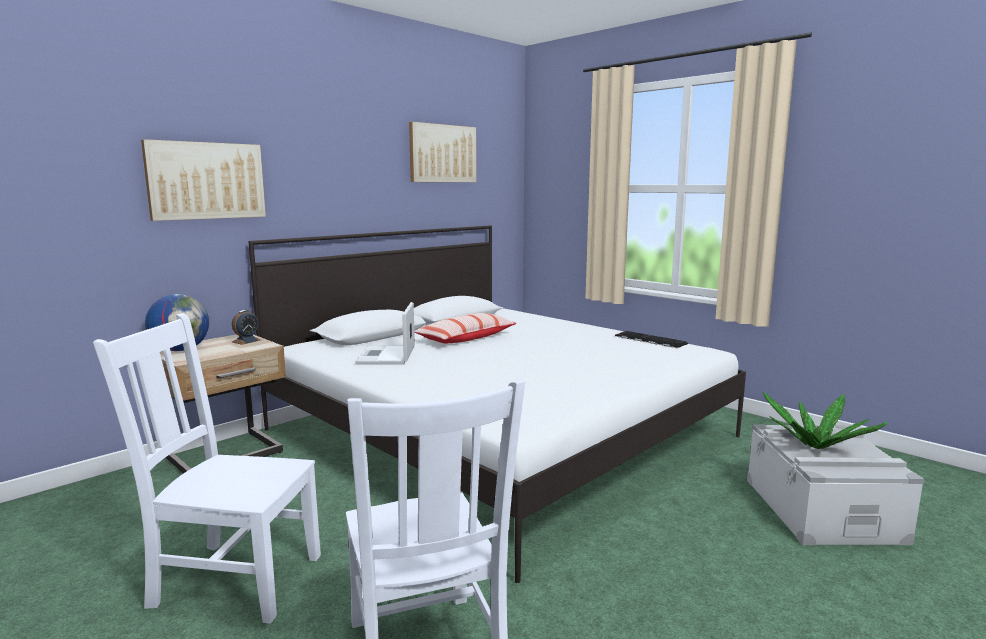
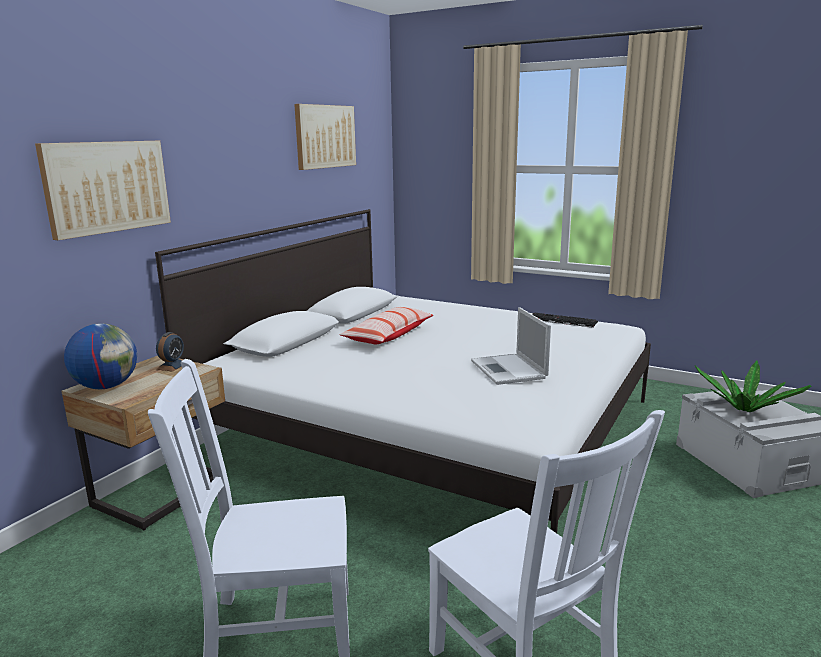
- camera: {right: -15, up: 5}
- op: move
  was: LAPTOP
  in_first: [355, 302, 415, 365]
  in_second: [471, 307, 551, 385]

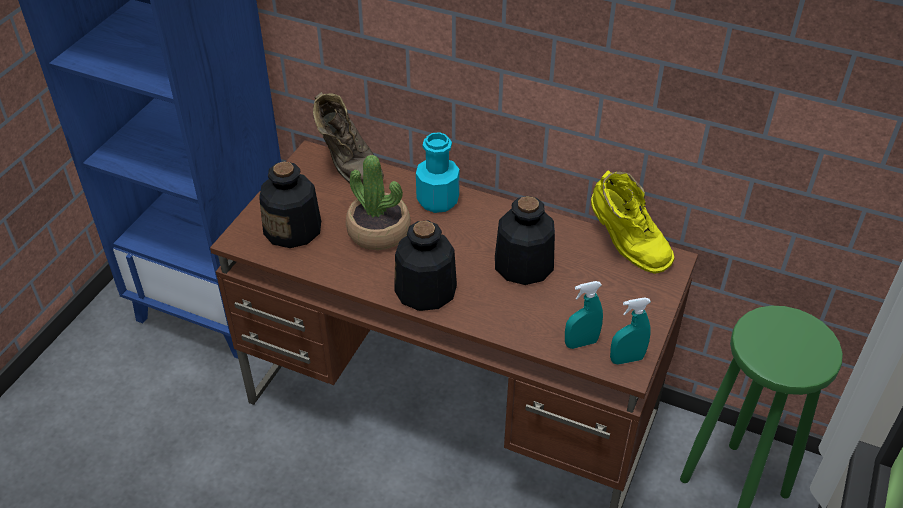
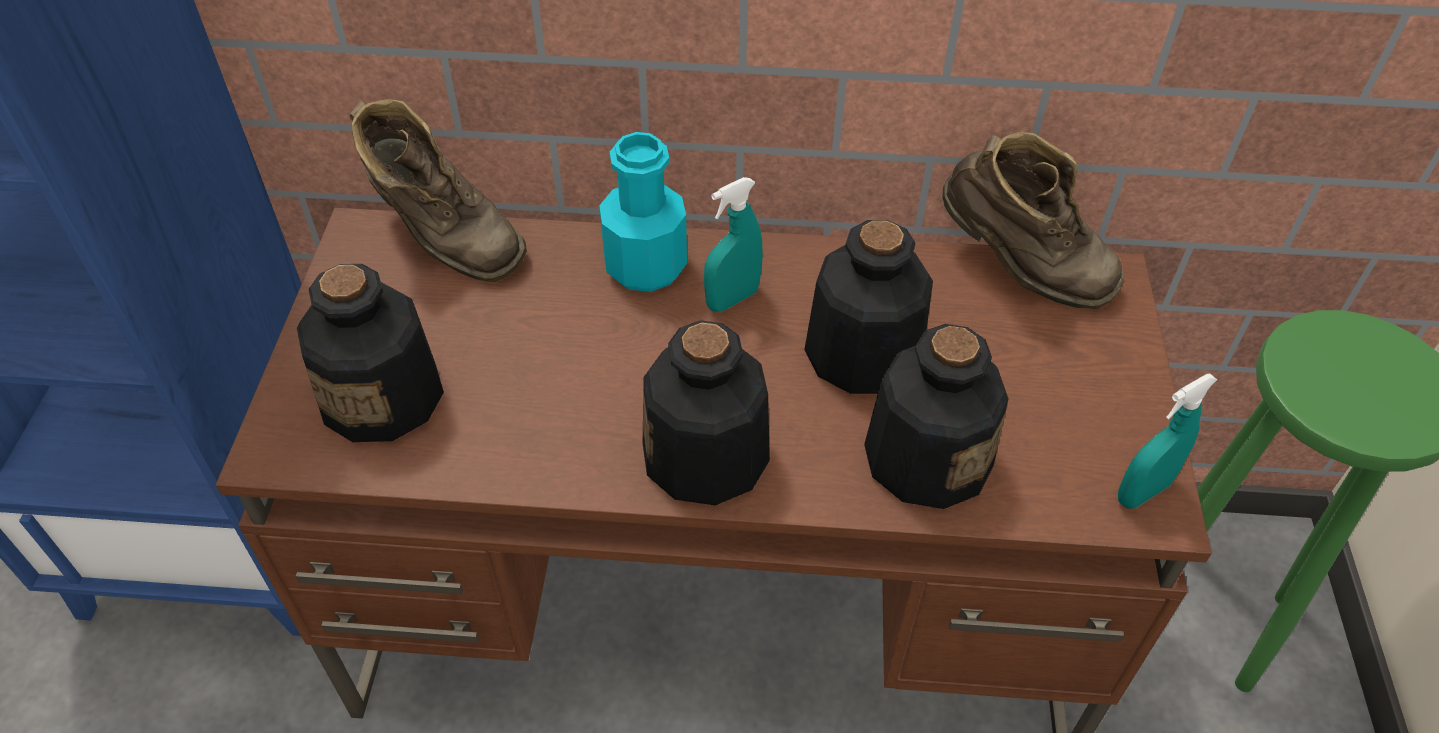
- camera: {right: -20, up: 5}
- op: delete
  was: POTTED PLANT
  in_first: [346, 155, 410, 250]
- op: move
  was: TURQUOISE SPRAY BOTTLE
  in_first: [565, 281, 603, 349]
  in_second: [704, 177, 763, 312]
- op: recolor
  was: YELLOW BOOT
  now: BROWN BOOT
  in_first: [591, 171, 674, 274]
  in_second: [942, 132, 1123, 309]
- op: insert
  now: BOTTLE
  in_second: [864, 324, 1009, 509]

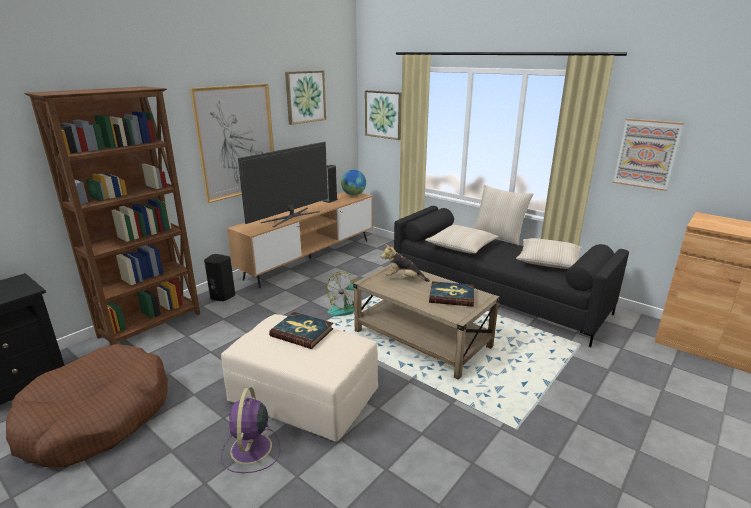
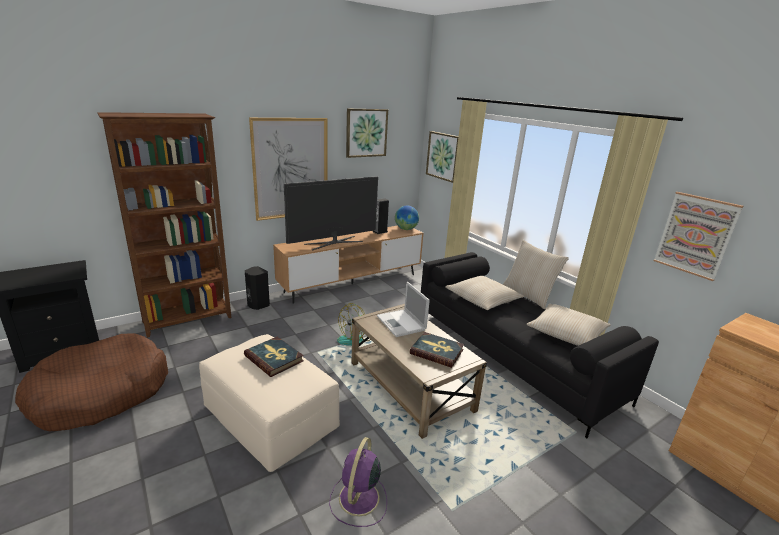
- camera: {right: 15, up: 0}
- op: move
  was: PURPLE FAN
  in_first: [221, 387, 281, 473]
  in_second: [329, 437, 387, 527]
- op: replace
  was: PLUSH TOY
  now: LAPTOP
  in_first: [381, 244, 430, 282]
  in_second: [377, 282, 430, 337]

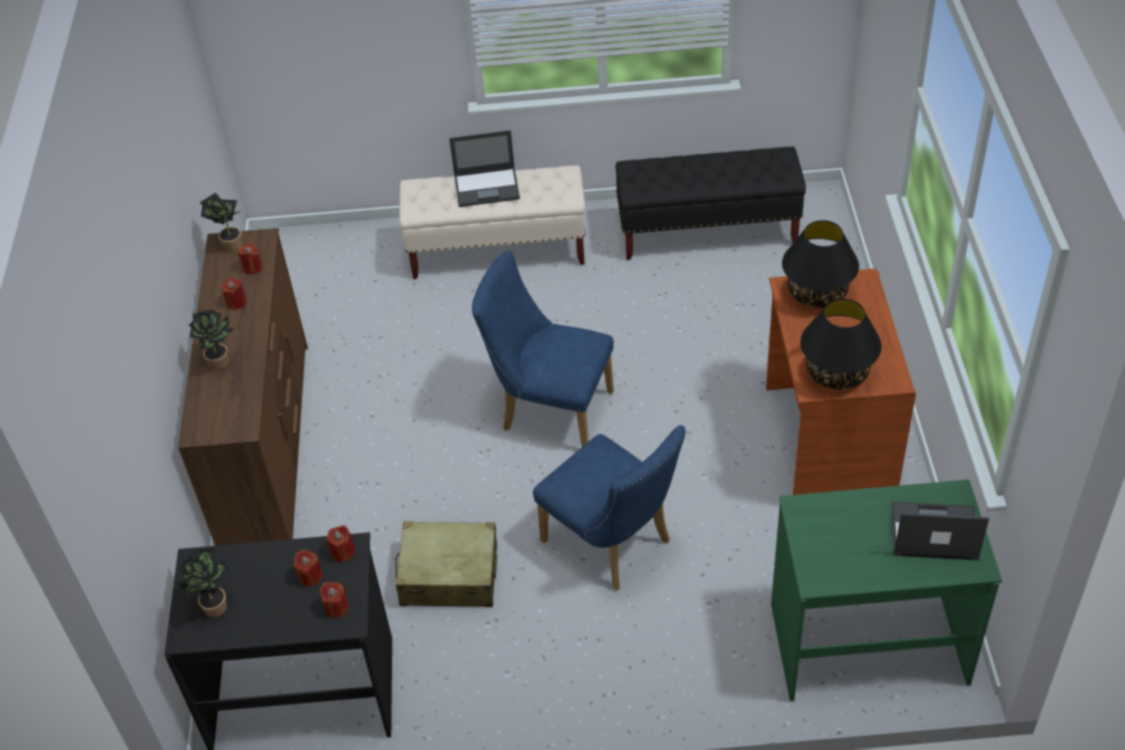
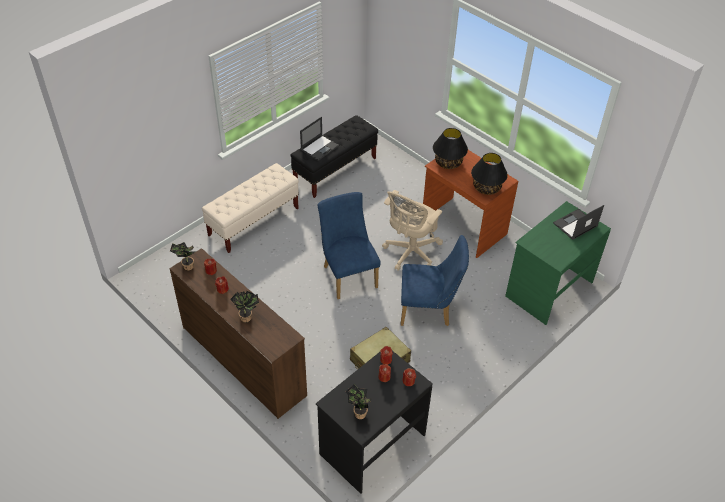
- camera: {right: -45, up: 0}
- op: move
  was: LAPTOP
  in_first: [449, 130, 520, 207]
  in_second: [300, 117, 339, 161]
- op: rotate
  was: BLUE CHAIR
  in_first: [472, 250, 614, 447]
  in_second: [318, 192, 381, 299]
  clockwise: 90
- op: insert
  now: BEIGE OFFICE CHAIR
  in_second: [382, 190, 443, 271]

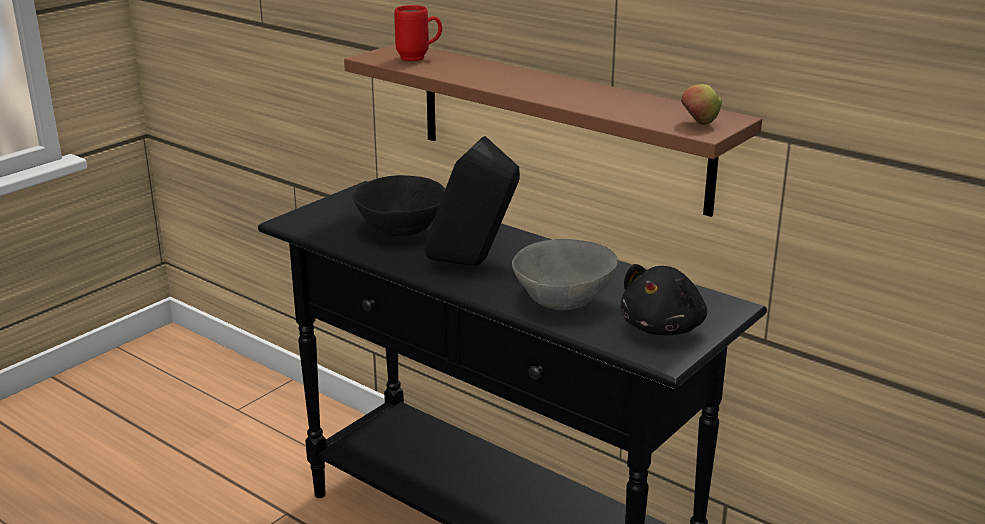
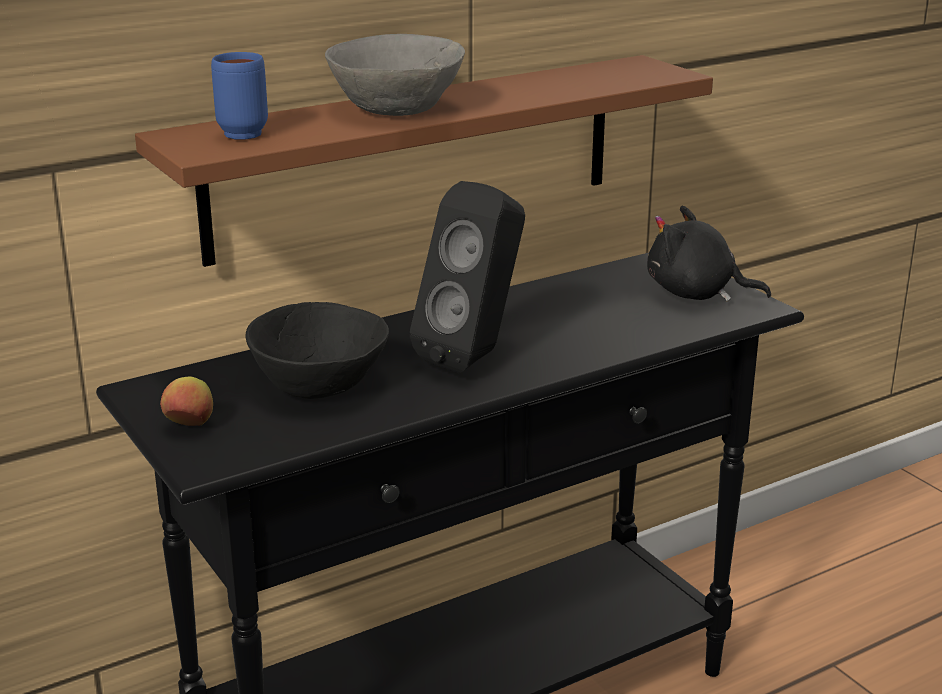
- camera: {right: -70, up: 0}
- op: recolor
  was: RED MUG
  now: BLUE MUG
  in_first: [394, 5, 442, 61]
  in_second: [211, 52, 268, 140]
- op: move
  was: GREY BOWL
  in_first: [512, 239, 618, 310]
  in_second: [325, 34, 465, 116]
- op: rotate
  was: BLACK PLUSH TOY
  in_first: [620, 264, 707, 335]
  in_second: [647, 206, 771, 302]
  clockwise: 150
- op: move
  was: APPLE
  in_first: [681, 84, 722, 125]
  in_second: [160, 376, 213, 426]

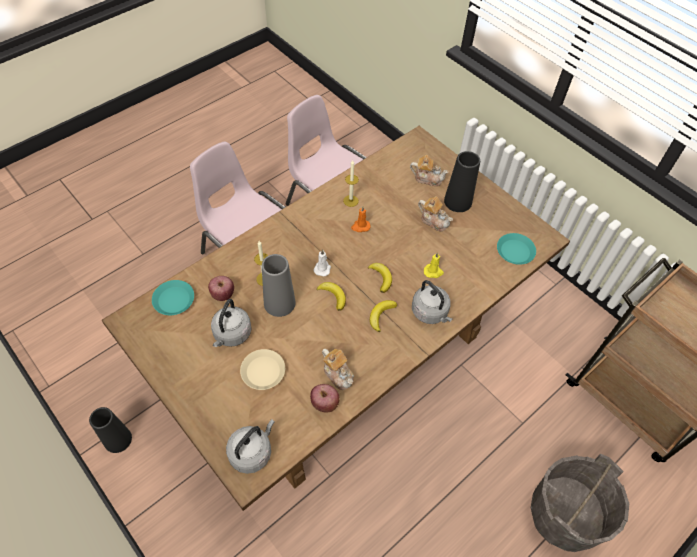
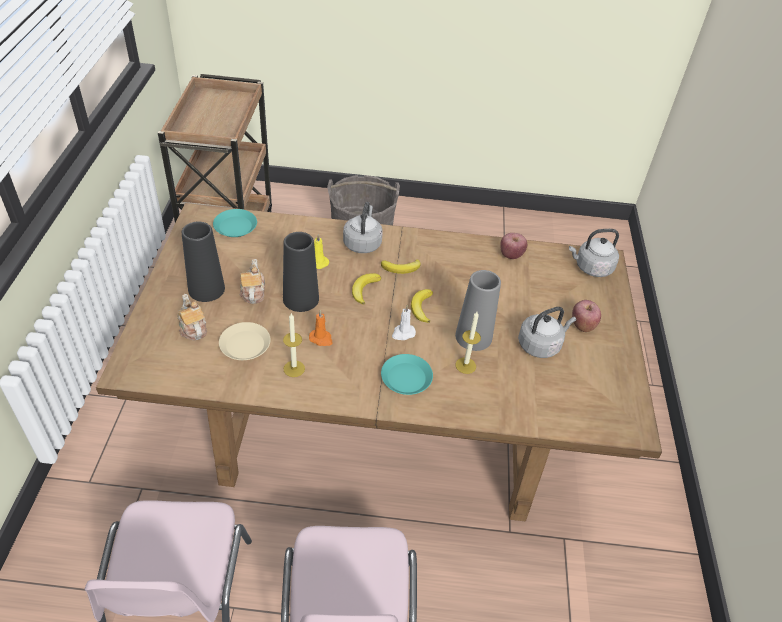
- camera: {right: -135, up: -10}
- op: move
  was: BLACK VASE
  in_first: [89, 407, 132, 453]
  in_second: [283, 232, 319, 312]
- op: move
  was: TURQUOISE PLATE
  in_first: [152, 280, 194, 315]
  in_second: [381, 354, 433, 395]
- op: move
  was: APPLE
  in_first: [208, 276, 234, 301]
  in_second: [572, 300, 601, 332]
- op: move
  was: BEIGE PLATE
  in_first: [240, 349, 285, 390]
  in_second: [219, 322, 271, 360]
- op: delete
  was: TEAPOT
  in_first: [322, 349, 354, 390]

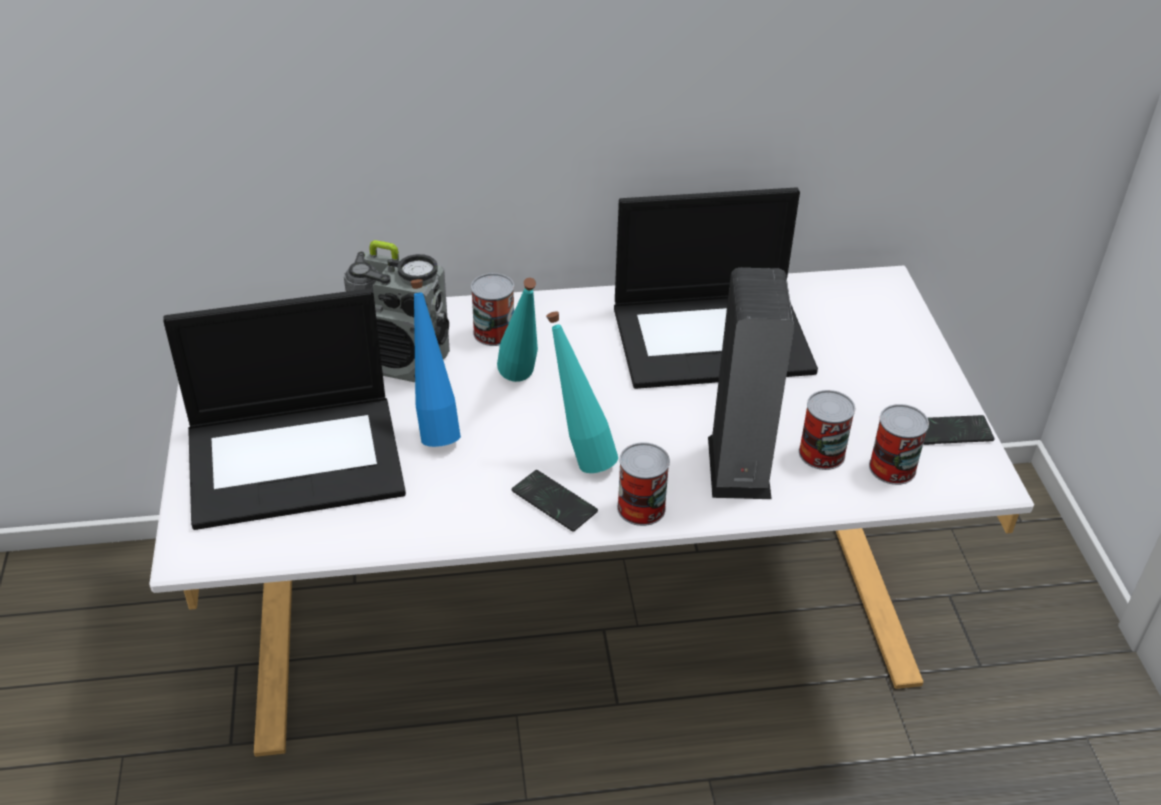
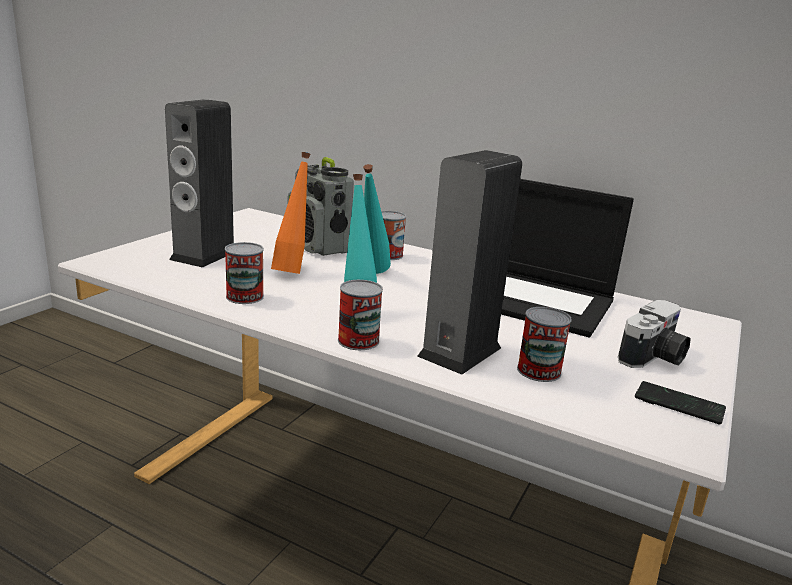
- camera: {right: 35, up: -20}
- op: replace
  was: LAPTOP
  now: SPEAKER
  in_first: [163, 288, 406, 530]
  in_second: [165, 99, 234, 268]
- op: recolor
  was: BLUE BOTTLE
  now: ORANGE BOTTLE
  in_first: [410, 279, 461, 447]
  in_second: [271, 152, 310, 274]
- op: delete
  was: PHONE
  in_first: [512, 470, 598, 531]
- op: move
  was: CAN
  in_first: [869, 404, 929, 485]
  in_second: [225, 242, 264, 304]
- op: insert
  now: PHOTO CAMERA
  in_second: [618, 300, 691, 368]

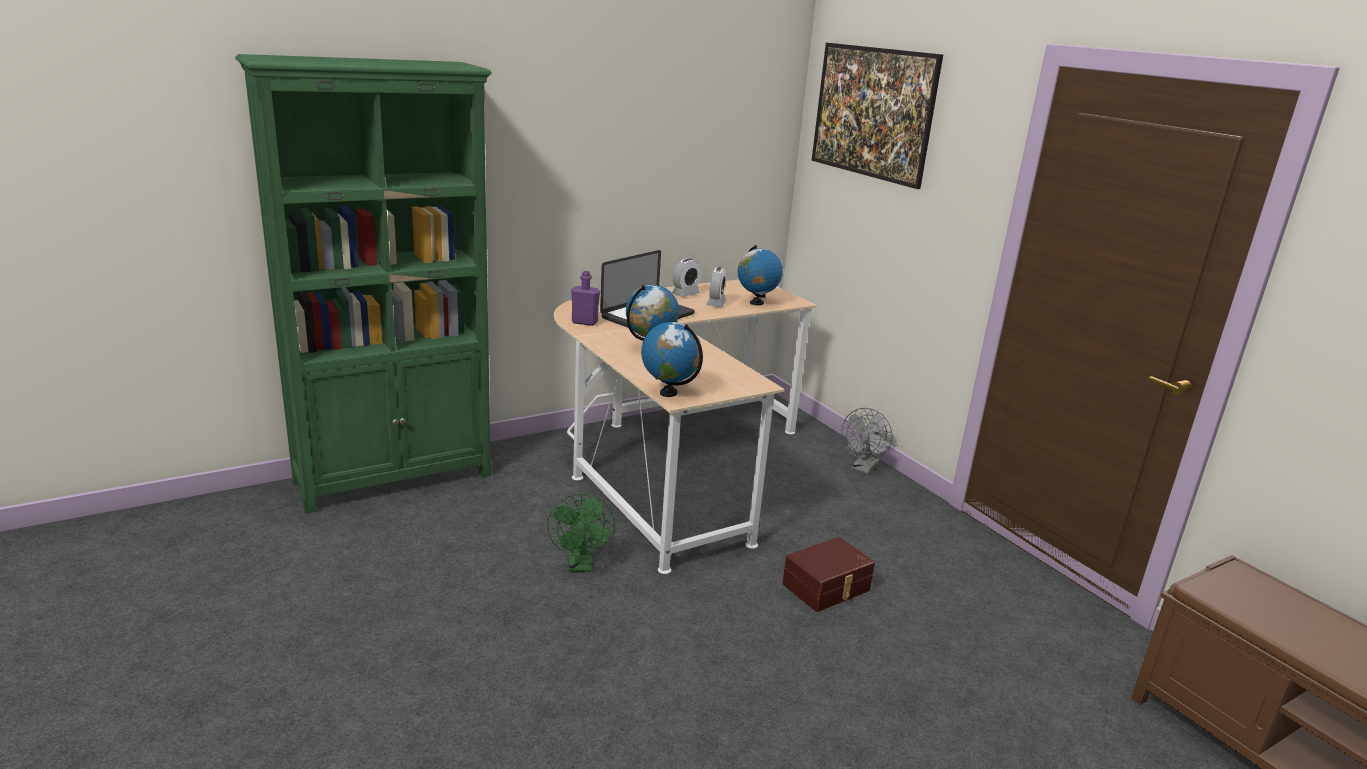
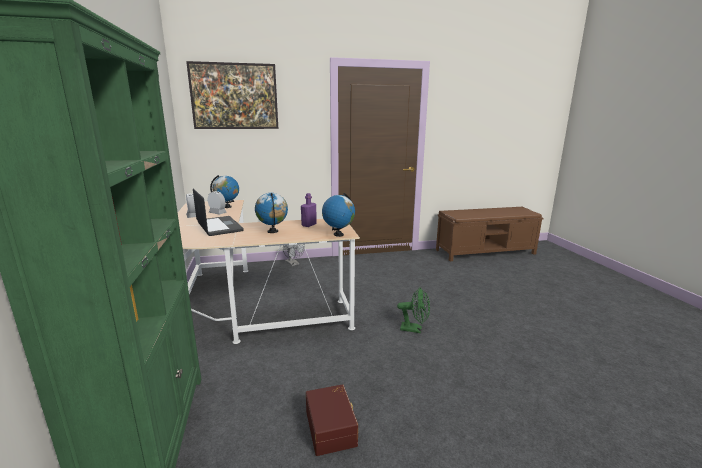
- camera: {right: -70, up: -5}
- op: move
  was: GREEN FAN
  in_first: [547, 493, 615, 572]
  in_second: [397, 288, 430, 333]
- op: move
  was: PURPLE BOTTLE
  in_first: [571, 271, 600, 326]
  in_second: [301, 193, 317, 227]
- op: move
  was: BROWN STORAGE BOX
  in_first: [782, 537, 875, 612]
  in_second: [306, 384, 358, 456]

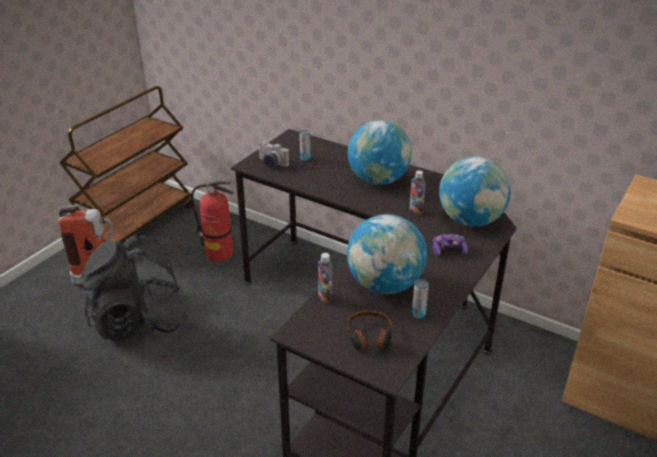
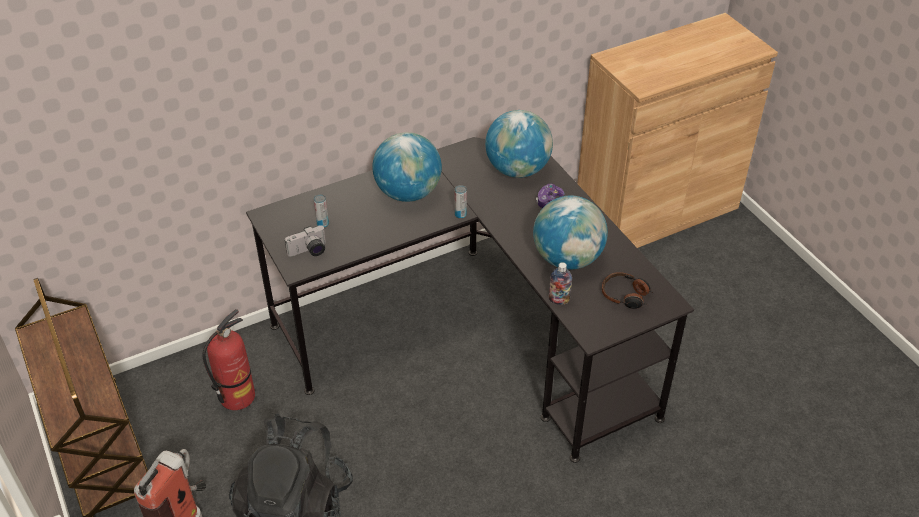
- camera: {right: -60, up: 10}
- op: delete
  was: BOTTLE
  in_first: [409, 170, 426, 215]
- op: move
  was: CAN
  in_first: [412, 279, 429, 319]
  in_second: [455, 185, 467, 219]

